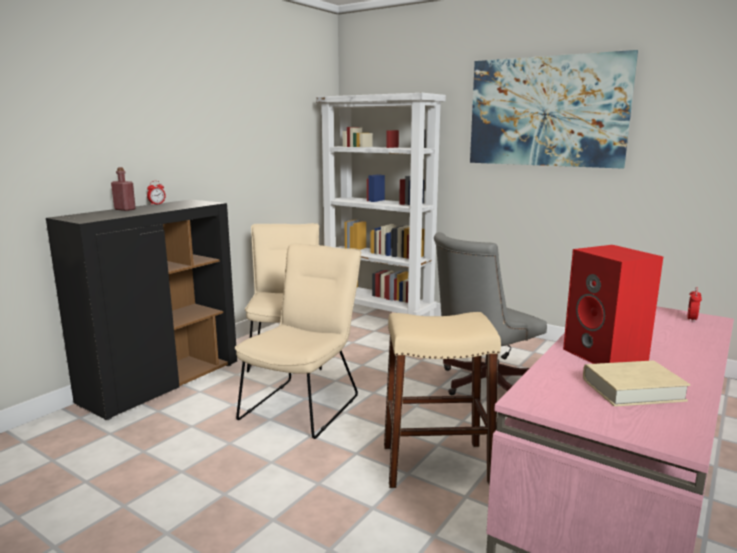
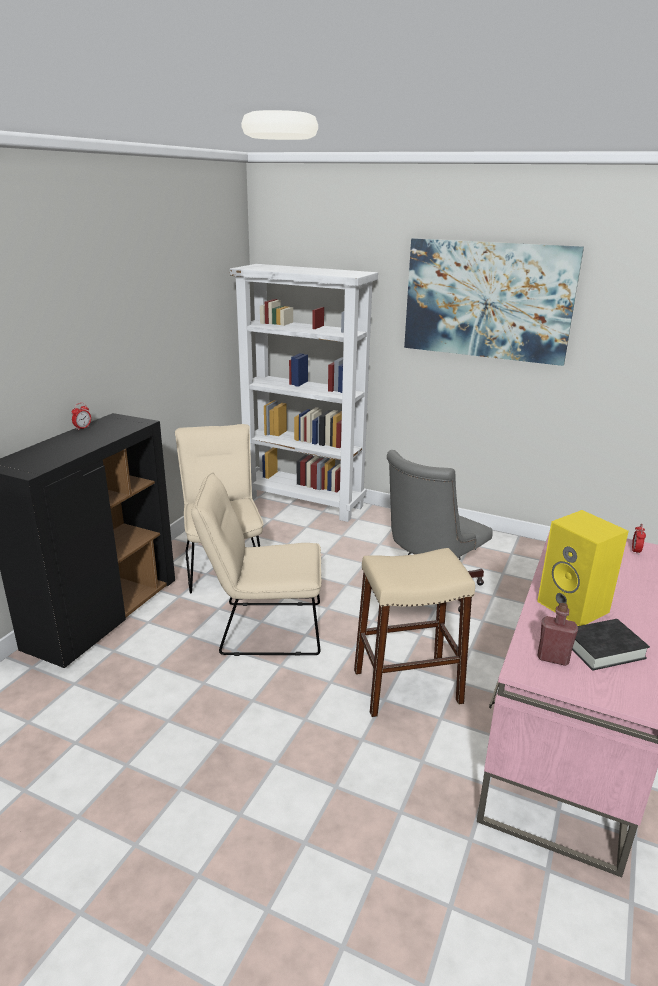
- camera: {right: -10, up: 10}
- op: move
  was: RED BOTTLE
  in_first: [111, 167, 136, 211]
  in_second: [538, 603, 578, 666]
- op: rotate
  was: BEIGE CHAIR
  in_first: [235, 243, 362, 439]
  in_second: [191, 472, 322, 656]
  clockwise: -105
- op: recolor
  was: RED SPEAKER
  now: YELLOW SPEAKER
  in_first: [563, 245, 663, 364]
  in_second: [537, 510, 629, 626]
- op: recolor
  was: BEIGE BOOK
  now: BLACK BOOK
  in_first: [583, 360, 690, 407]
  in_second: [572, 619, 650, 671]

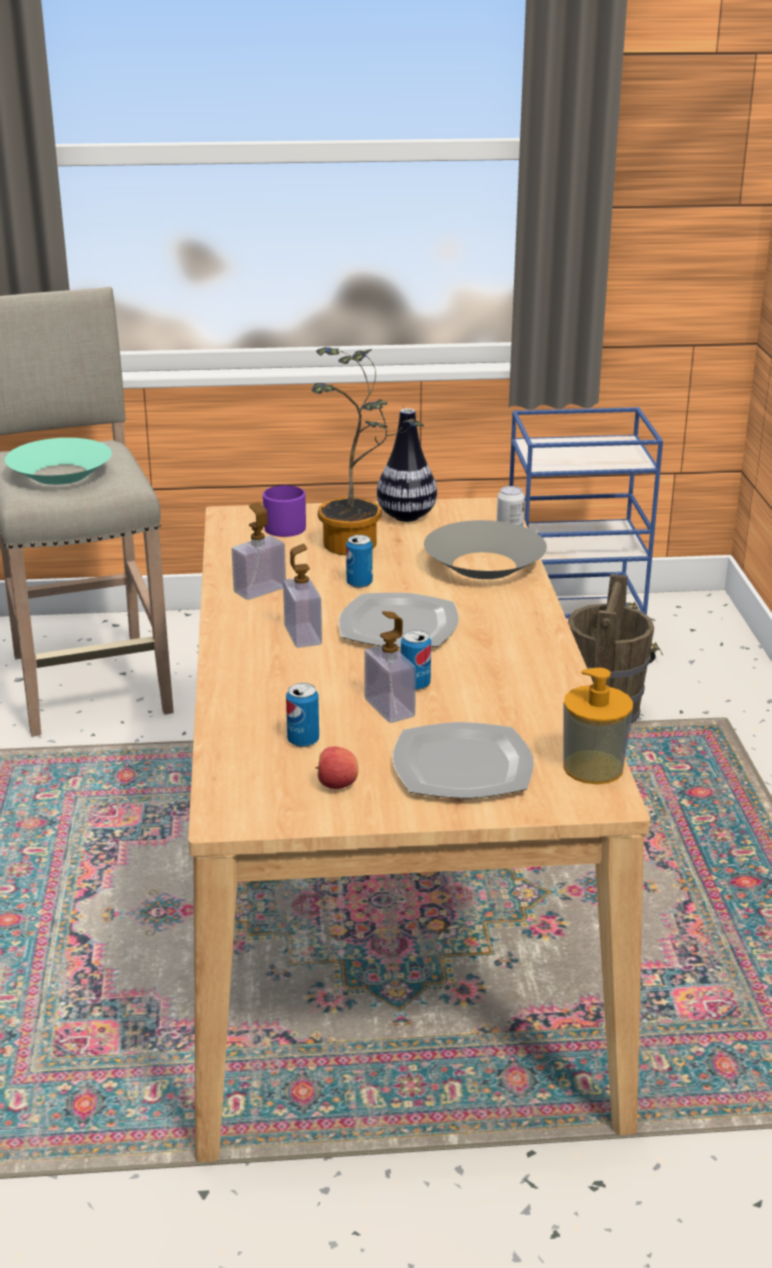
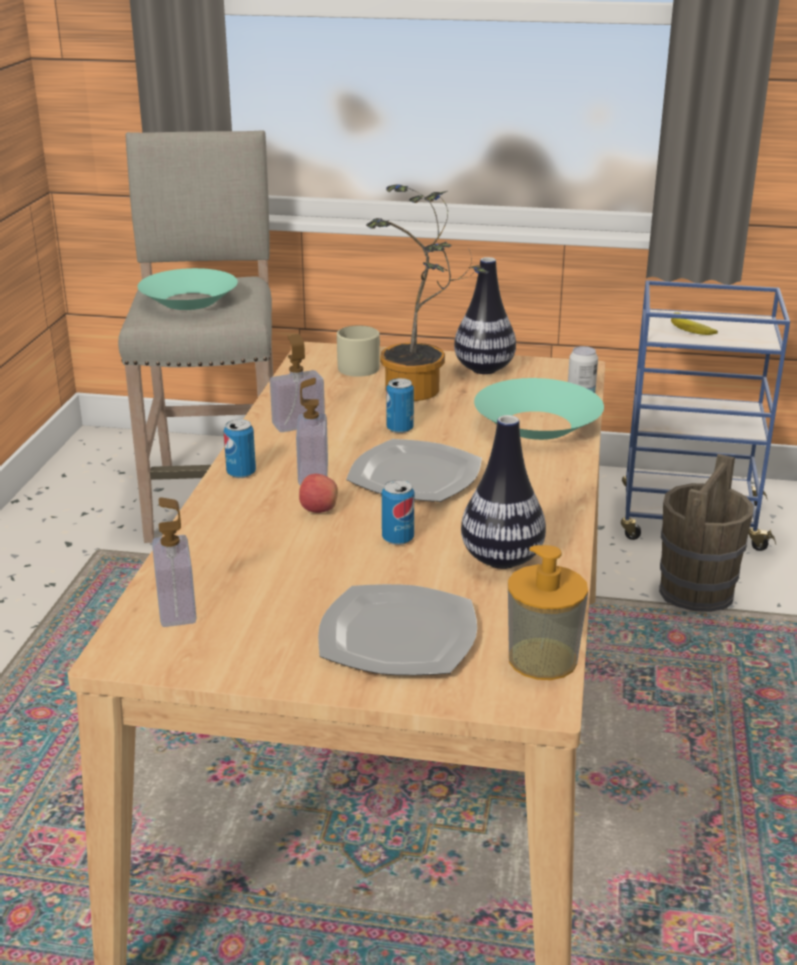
- camera: {right: 15, up: 0}
- op: recolor
  was: PURPLE MUG
  now: BEIGE MUG
  in_first: [263, 485, 306, 537]
  in_second: [337, 325, 380, 377]
- op: move
  was: CAN
  in_first: [286, 683, 319, 747]
  in_second: [224, 419, 256, 478]
- op: move
  was: APPLE
  in_first: [316, 746, 358, 789]
  in_second: [299, 474, 338, 513]
- op: move
  was: SOAP DISPENSER
  in_first: [364, 611, 416, 723]
  in_second: [152, 497, 197, 627]
- op: recolor
  was: GREY BOWL
  now: TURQUOISE BOWL
  in_first: [424, 520, 547, 579]
  in_second: [474, 378, 604, 440]
- op: insert
  now: VASE
  in_second: [461, 415, 546, 569]
- op: insert
  now: BANANA
  in_second: [671, 312, 718, 335]

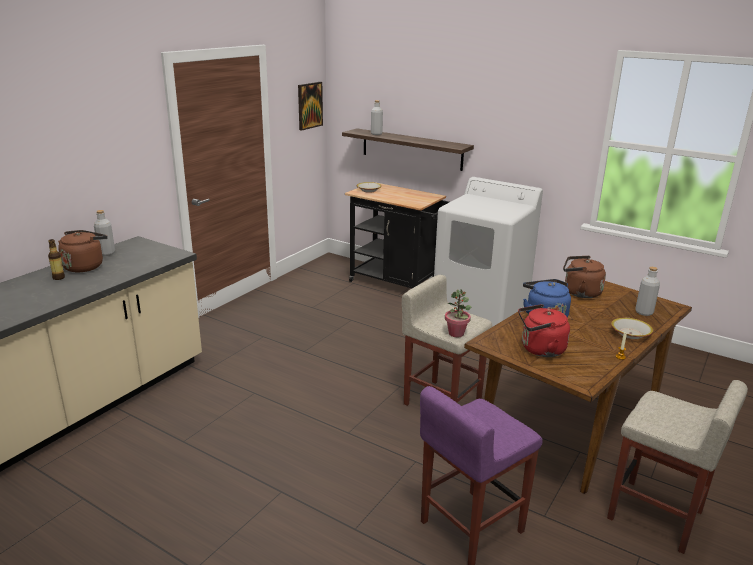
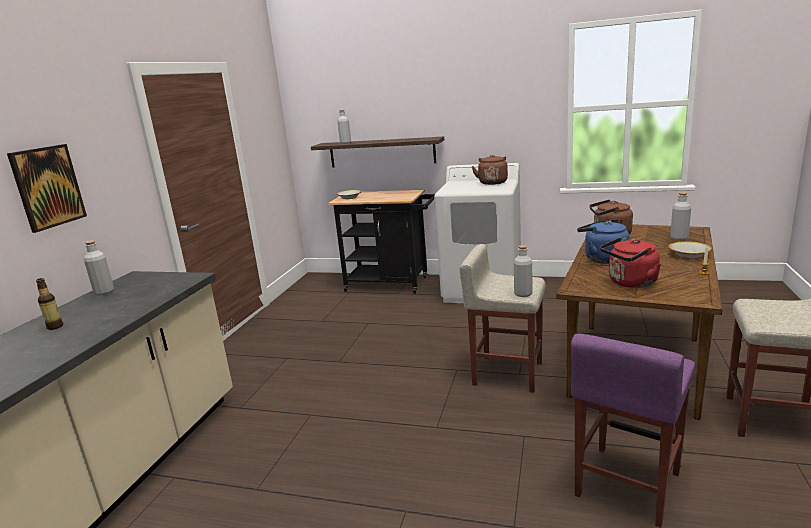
- camera: {right: -15, up: -5}
- op: move
  was: BROWN KETTLE
  in_first: [58, 230, 108, 272]
  in_second: [472, 155, 508, 185]
- op: move
  was: PICTURE
  in_first: [298, 82, 323, 131]
  in_second: [7, 144, 87, 233]
- op: replace
  was: POTTED PLANT
  now: GREY BOTTLE
  in_first: [445, 289, 471, 337]
  in_second: [514, 245, 533, 297]

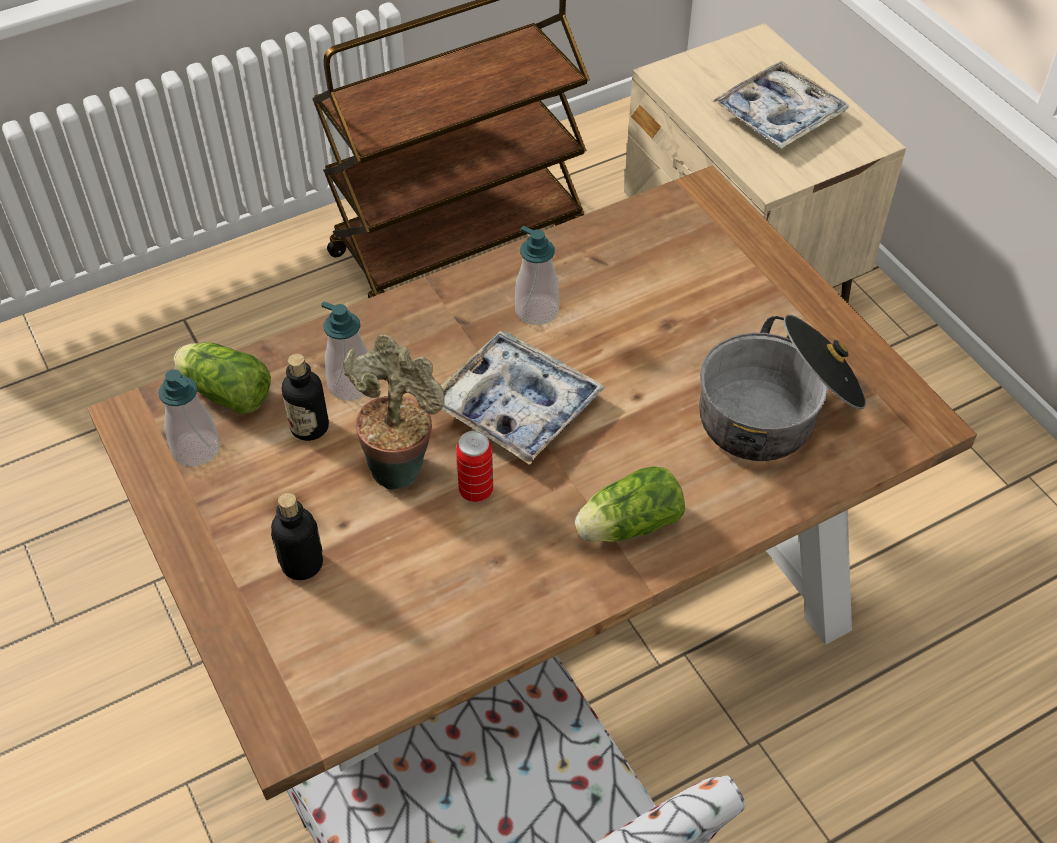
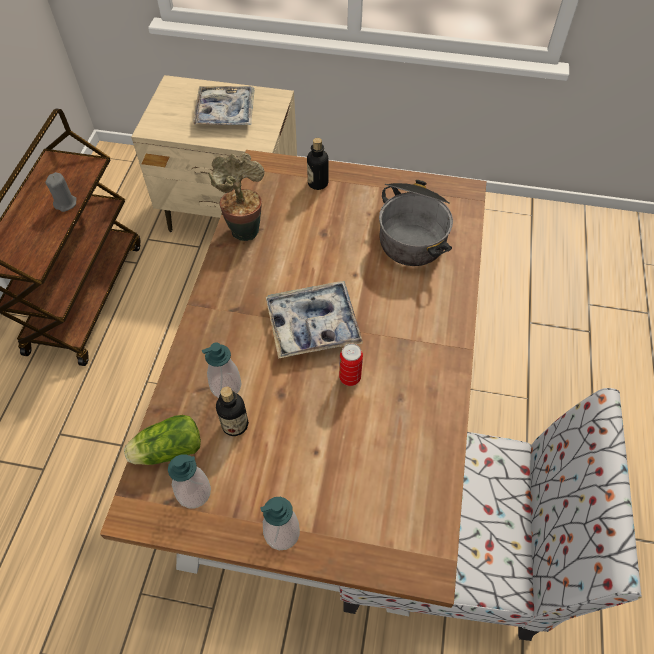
- camera: {right: -50, up: 5}
- op: move
  was: BOTTLE
  in_first: [271, 493, 323, 580]
  in_second: [307, 138, 329, 190]
- op: move
  was: POTTED PLANT
  in_first: [343, 334, 444, 489]
  in_second: [208, 153, 265, 241]
- op: move
  was: SOAP DISPENSER
  in_first: [515, 226, 559, 325]
  in_second: [261, 497, 300, 550]
- op: delete
  was: LETTUCE
  in_first: [575, 466, 685, 542]
- op: insert
  now: GREY CANDLE
  in_second: [45, 172, 77, 212]

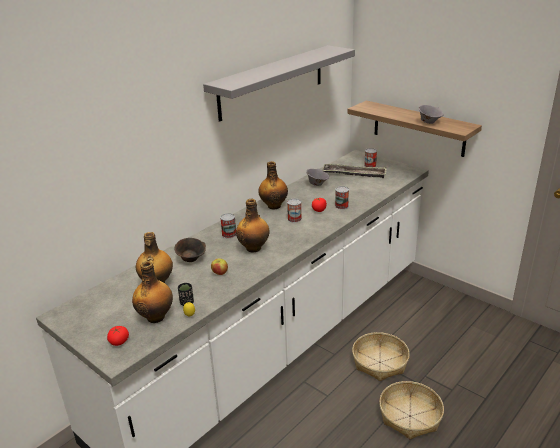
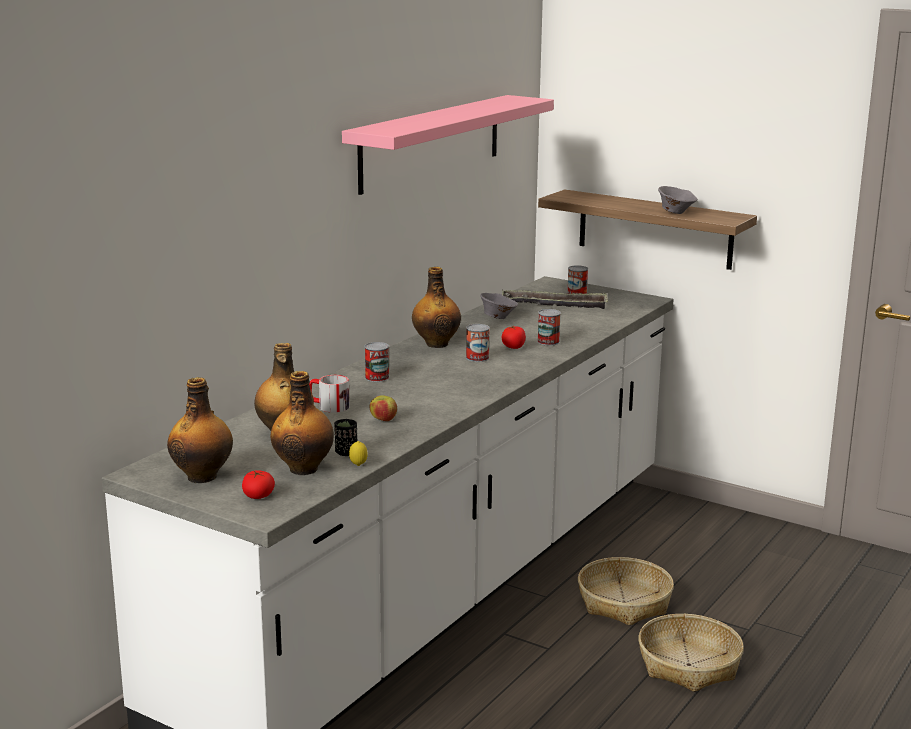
- camera: {right: -10, up: -10}
- op: replace
  was: BROWN BOWL
  now: MUG
  in_first: [174, 238, 206, 262]
  in_second: [309, 375, 350, 413]
- op: recolor
  was: GREY SHELF
  now: PINK SHELF
  in_first: [203, 45, 355, 122]
  in_second: [342, 95, 554, 195]
- op: move
  was: BOTTLE
  in_first: [236, 199, 270, 252]
  in_second: [167, 377, 233, 483]

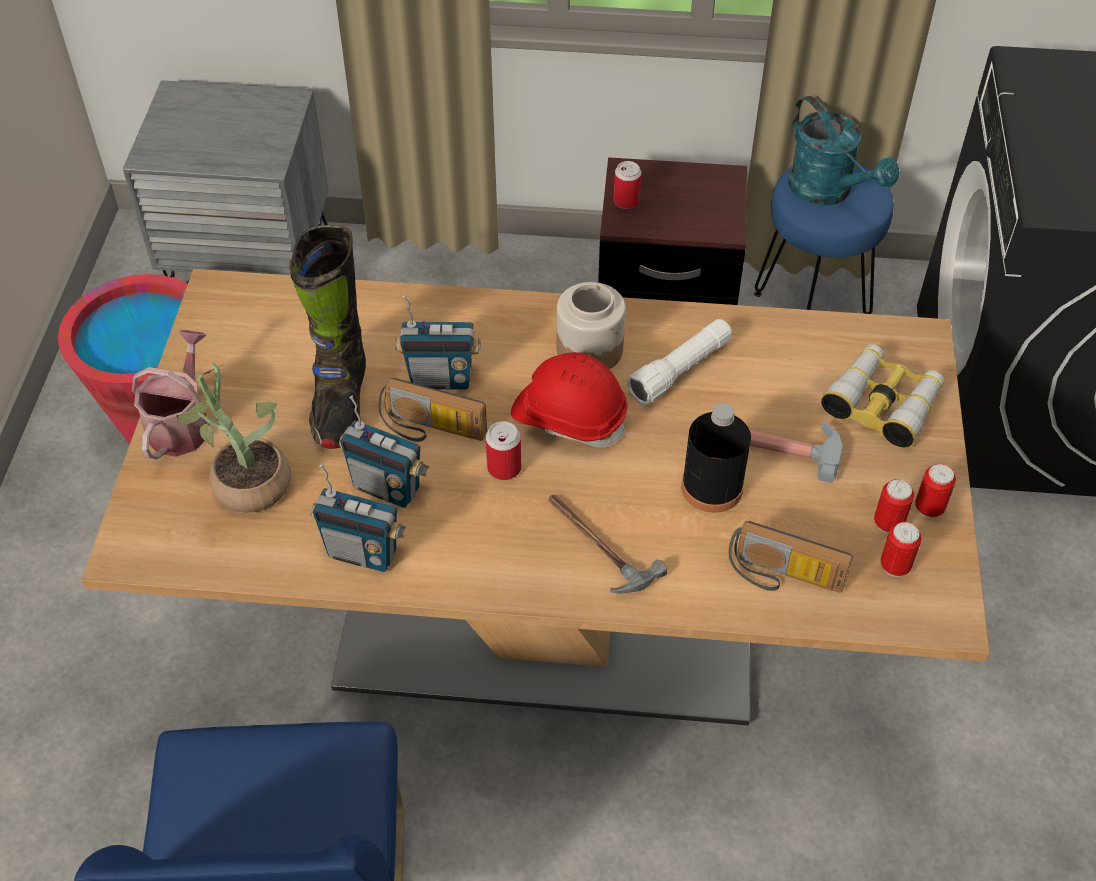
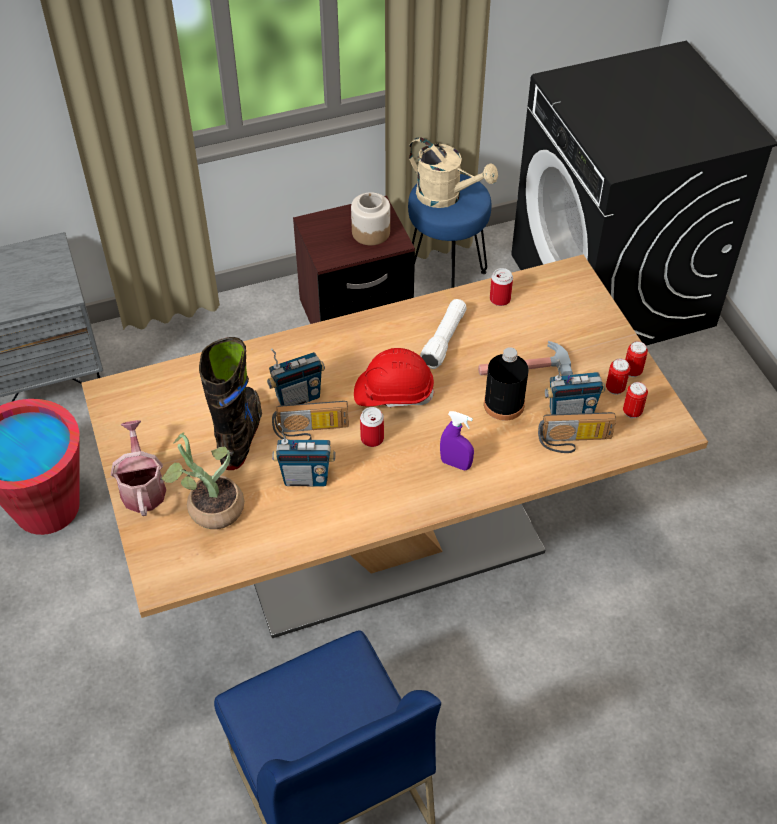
- camera: {right: -25, up: 0}
- op: rotate
  was: BLACK BOOT
  in_first: [289, 225, 366, 449]
  in_second: [199, 337, 262, 470]
  clockwise: -150
- op: move
  was: RADIO
  in_first: [310, 464, 406, 572]
  in_second: [544, 359, 605, 414]
- op: replace
  was: HAMMER
  now: PURPLE SPRAY BOTTLE
  in_first: [548, 495, 667, 594]
  in_second: [440, 411, 474, 470]
- op: move
  was: JAR
  in_first: [556, 282, 626, 369]
  in_second: [351, 192, 390, 245]
- op: move
  was: CAN
  in_first: [614, 161, 641, 209]
  in_second: [490, 268, 513, 306]
- op: recolor
  was: TURQUOISE WATERING CAN
  now: BEIGE WATERING CAN
  in_first: [788, 96, 899, 206]
  in_second: [409, 137, 498, 208]
- op: delete
  was: BINOCULARS
  in_first: [821, 344, 944, 448]

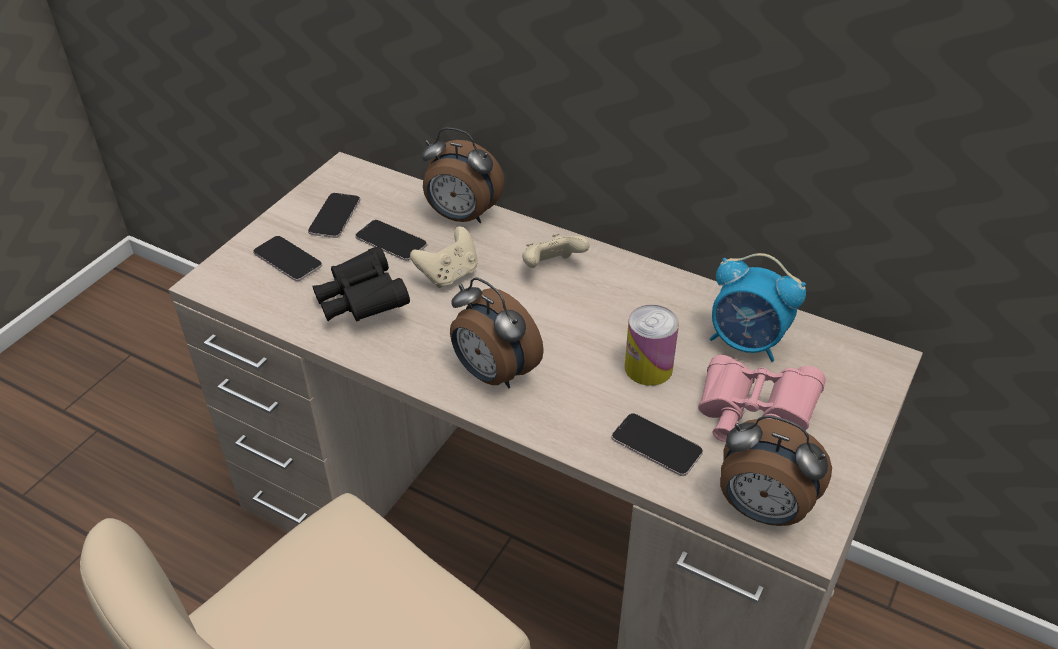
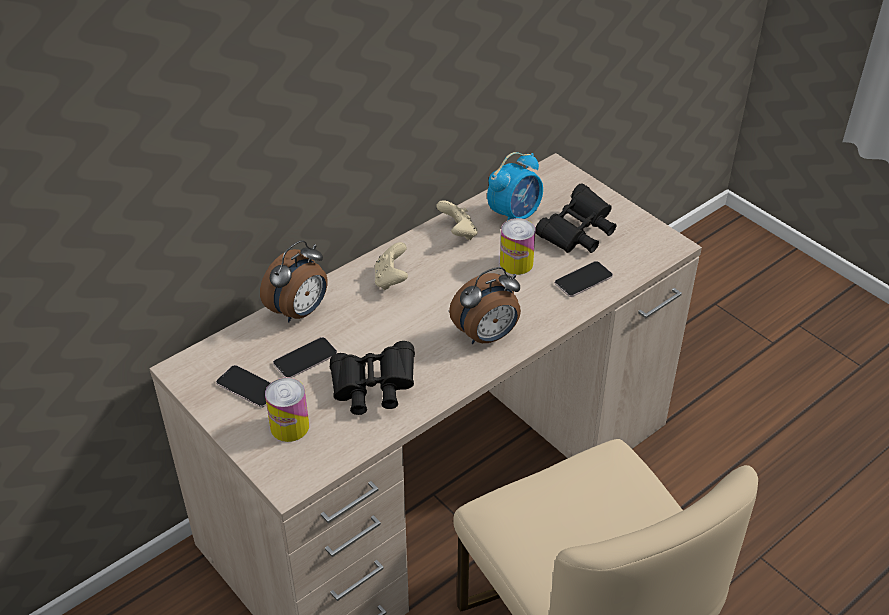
- camera: {right: -70, up: 0}
- op: replace
  was: PHONE
  now: CAN
  in_first: [253, 236, 322, 281]
  in_second: [265, 377, 309, 442]
- op: move
  was: BEIGE GAME CONTROLLER
  in_first: [410, 226, 478, 288]
  in_second: [436, 200, 478, 240]
- op: recolor
  was: PINK BINOCULARS
  now: BLACK BINOCULARS
  in_first: [698, 355, 826, 442]
  in_second: [535, 184, 617, 253]
- op: delete
  was: ALARM CLOCK
  in_first: [720, 415, 832, 526]

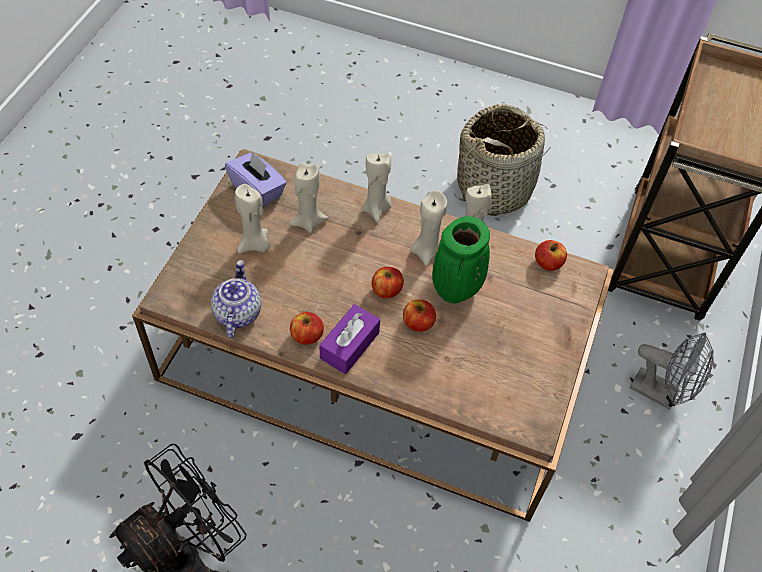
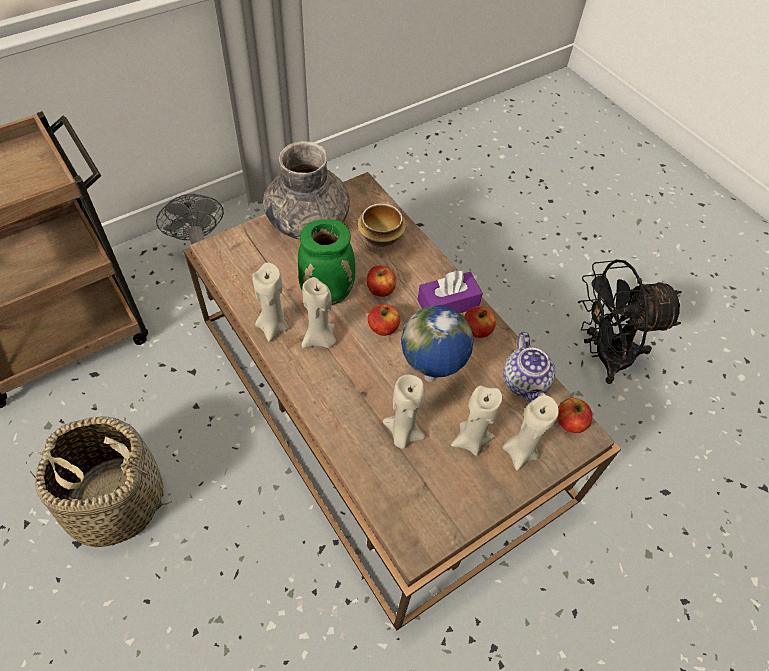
- camera: {right: -145, up: 0}
- op: rotate
  was: TEAPOT
  in_first: [211, 260, 261, 338]
  in_second: [503, 332, 556, 402]
  clockwise: -45
- op: delete
  was: PURPLE TISSUE BOX
  in_first: [225, 151, 287, 208]
- op: move
  was: BEIGE CANDLE
  in_first: [362, 153, 391, 223]
  in_second: [503, 395, 559, 470]
- op: move
  was: APPLE
  in_first: [535, 240, 567, 271]
  in_second: [557, 398, 592, 433]
- op: insert
  now: GREY VASE
  in_second: [263, 141, 350, 239]
- op: insert
  now: BOWL
  in_second: [358, 203, 406, 247]
- op: insert
  now: GLOBE
  in_second: [401, 305, 474, 382]

